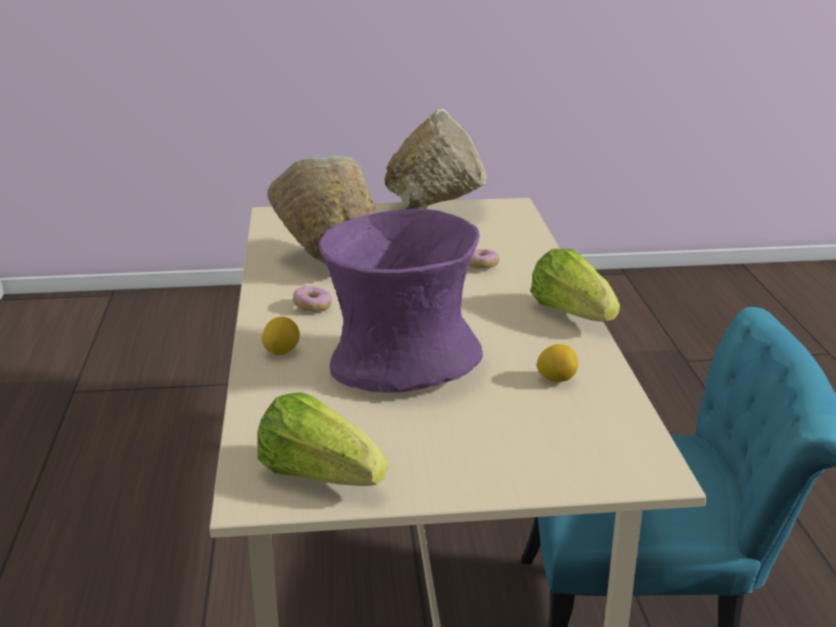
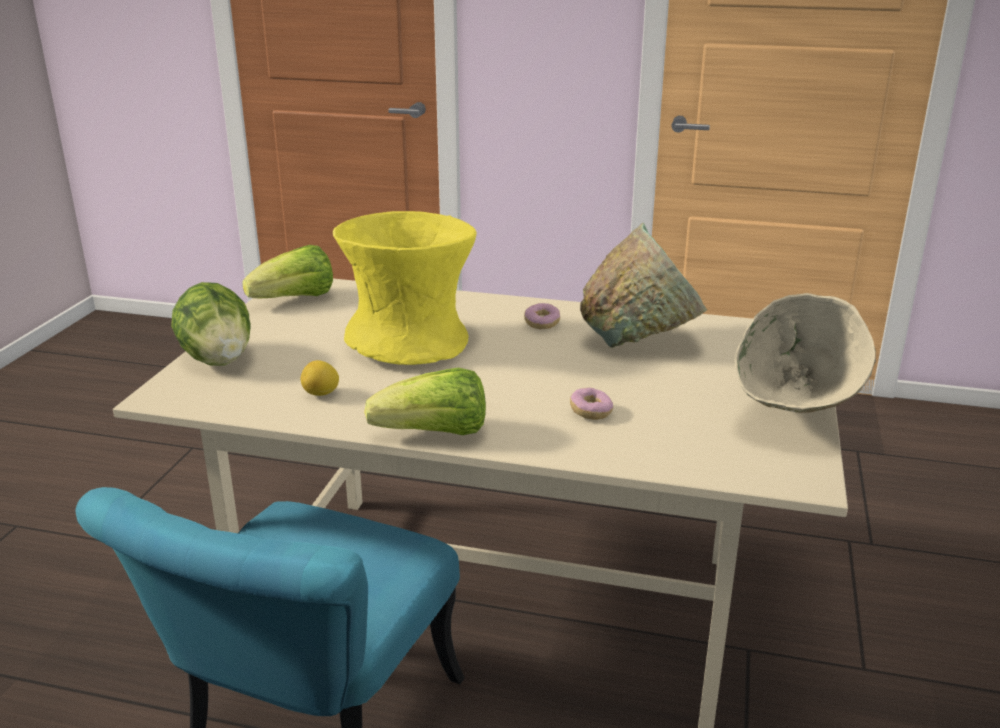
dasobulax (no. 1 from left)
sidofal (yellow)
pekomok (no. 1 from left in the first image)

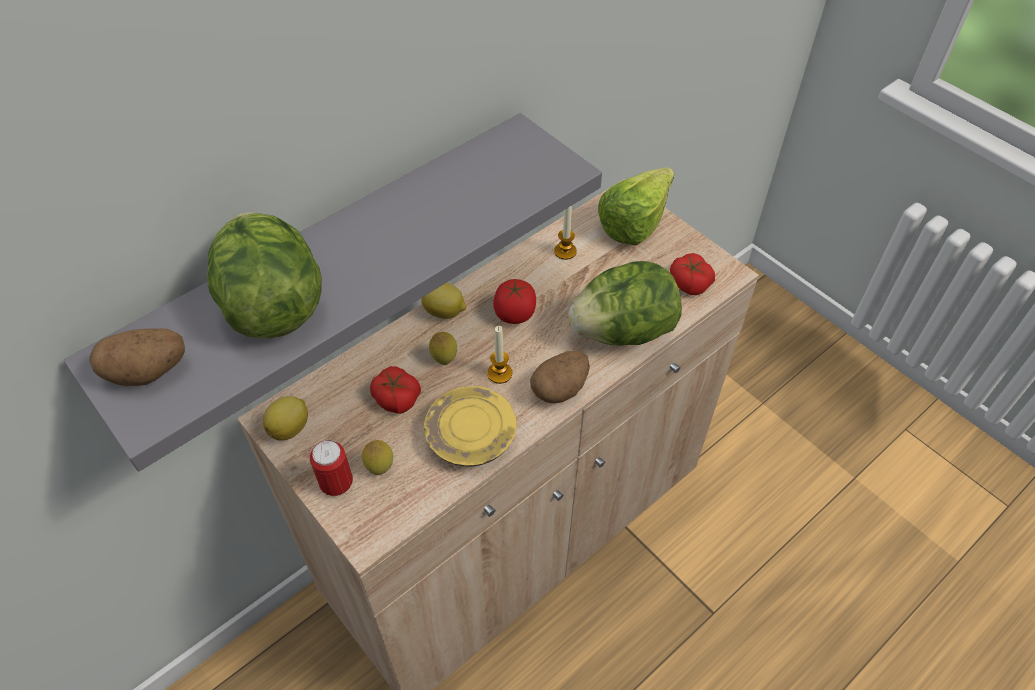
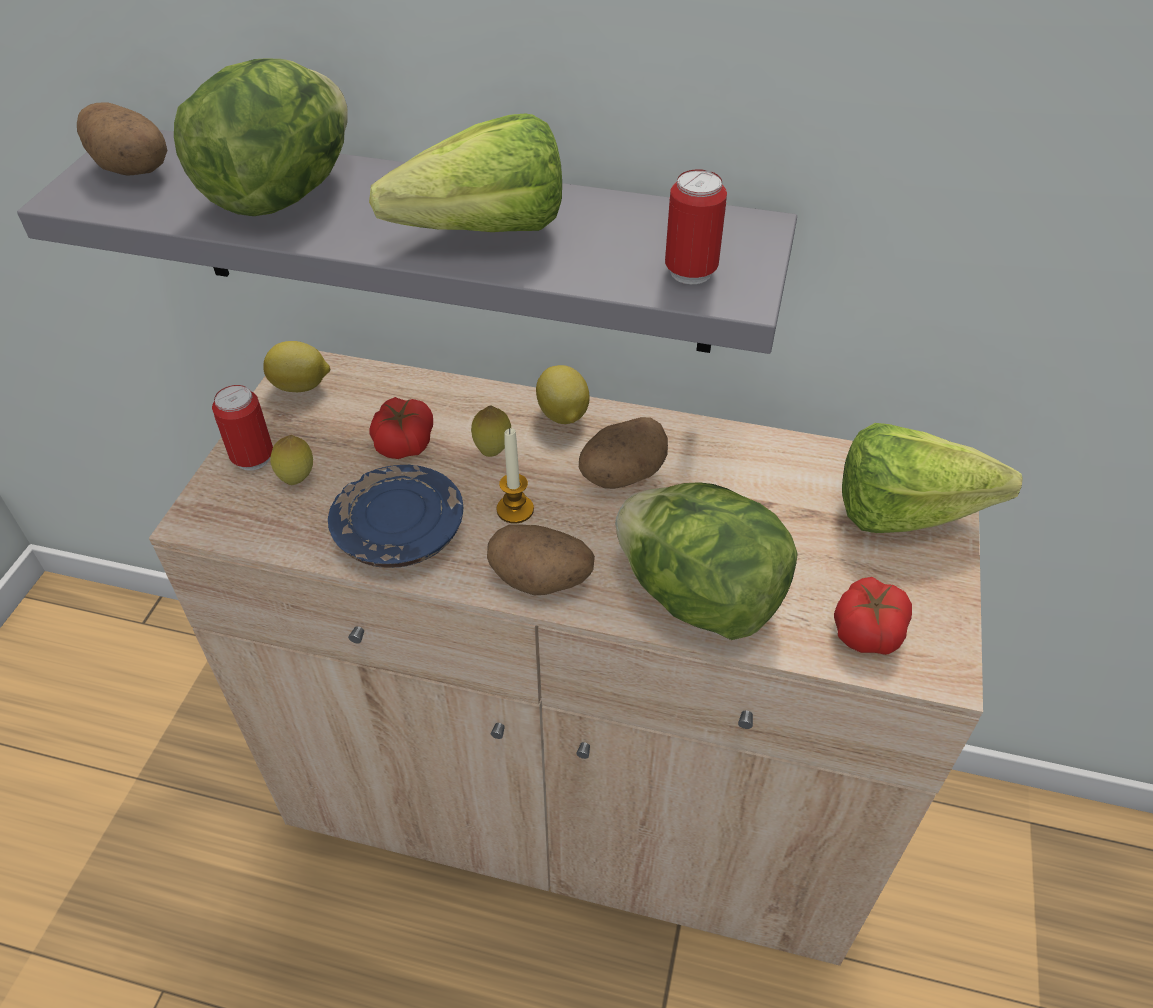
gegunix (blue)
dasobulax (no. 2 from left)
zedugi (no. 3 from left)
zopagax (no. 2 from left)
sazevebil (no. 2 from left in the first image)

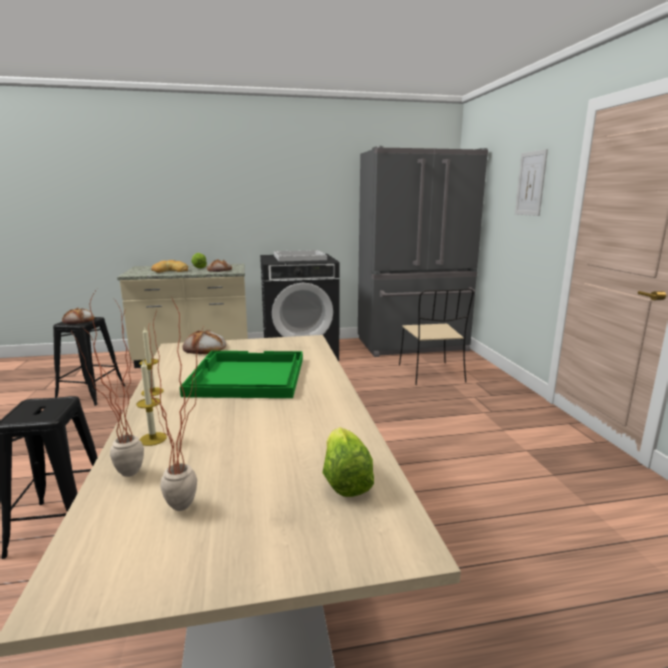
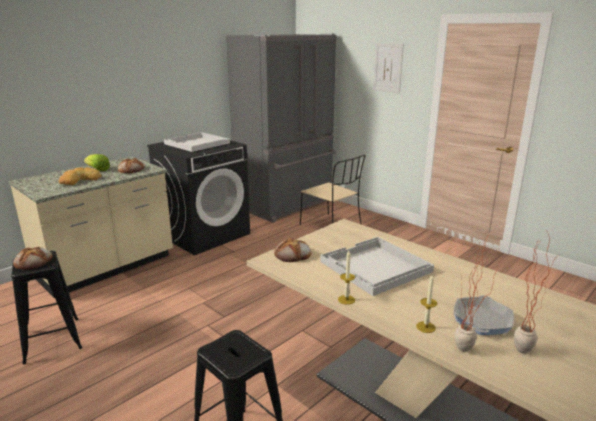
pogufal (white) (no. 2 from left)
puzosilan
dasobulax (no. 2 from left in the first image)

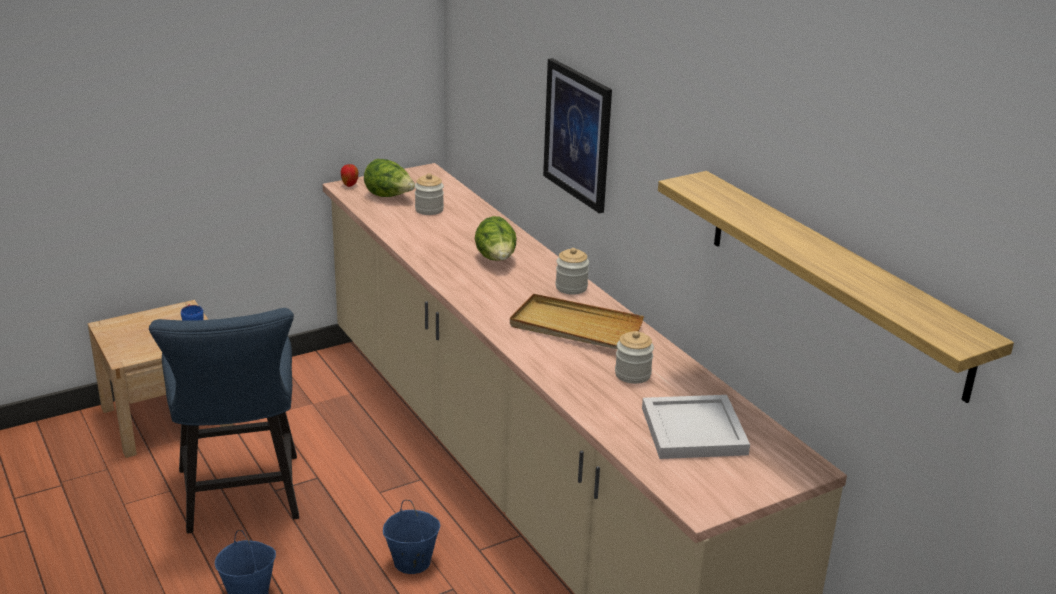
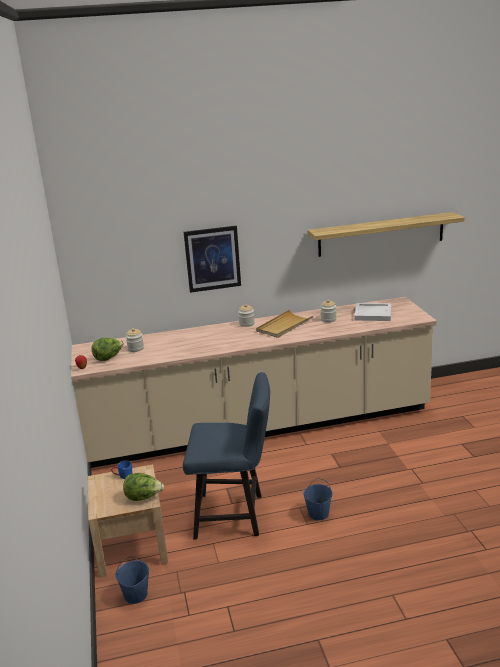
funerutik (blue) (no. 1 from left)
dasobulax (no. 2 from left)

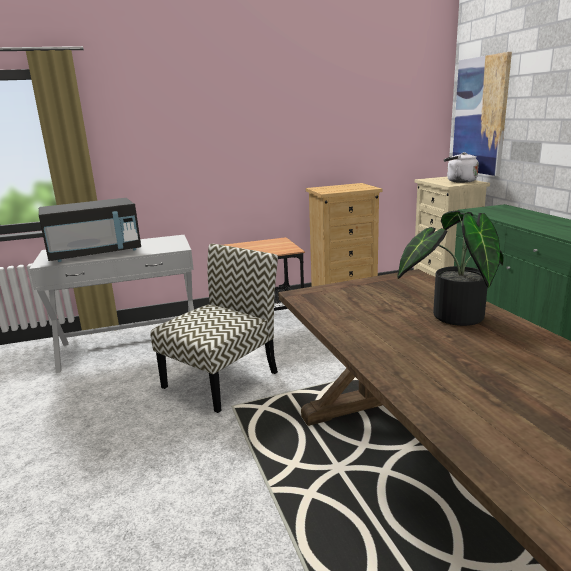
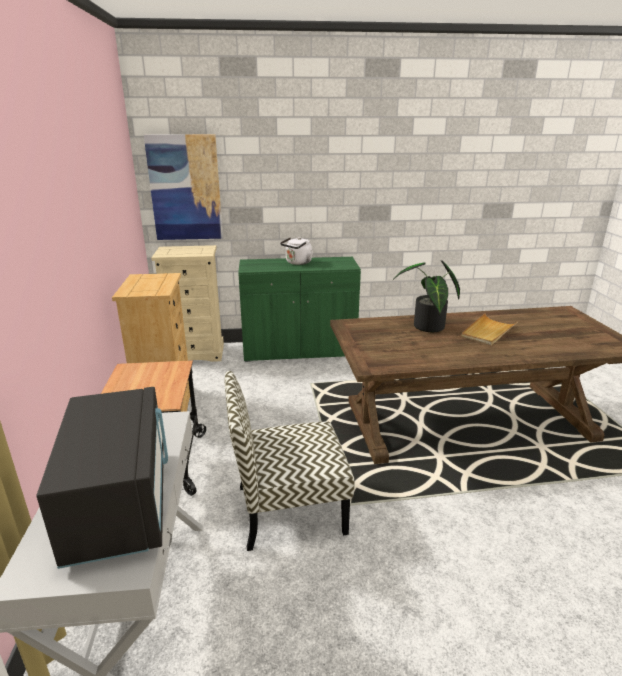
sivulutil
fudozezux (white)
pogufal (beige)

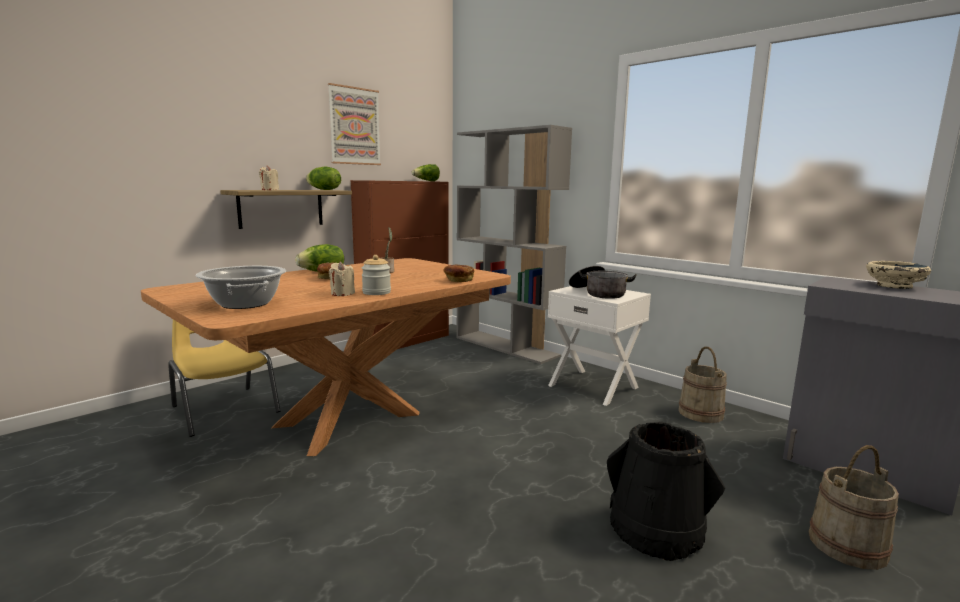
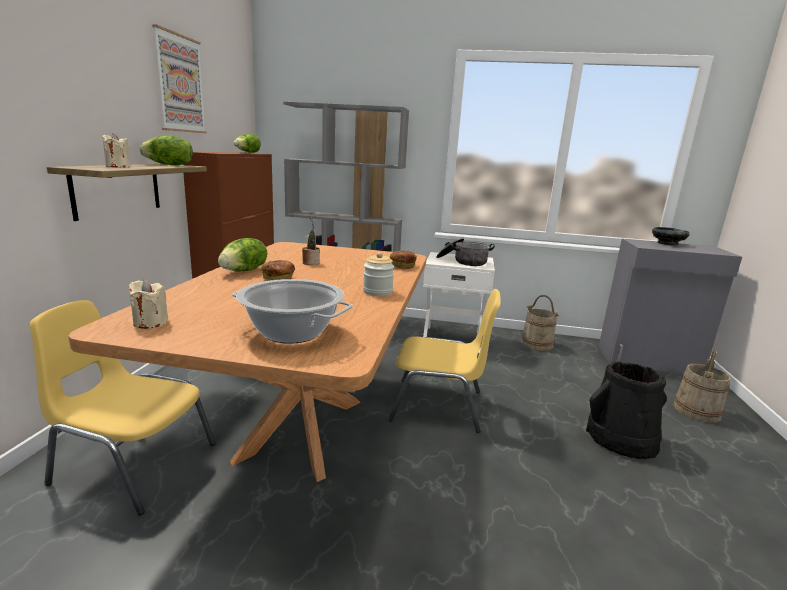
sazevebil (beige) (no. 2 from left)
sivulutil (yellow) (no. 2 from left)
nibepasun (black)

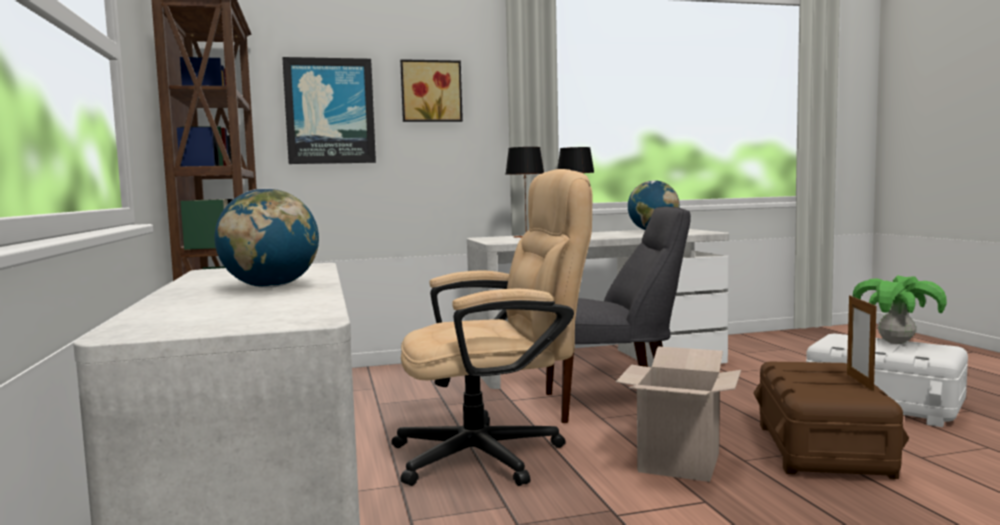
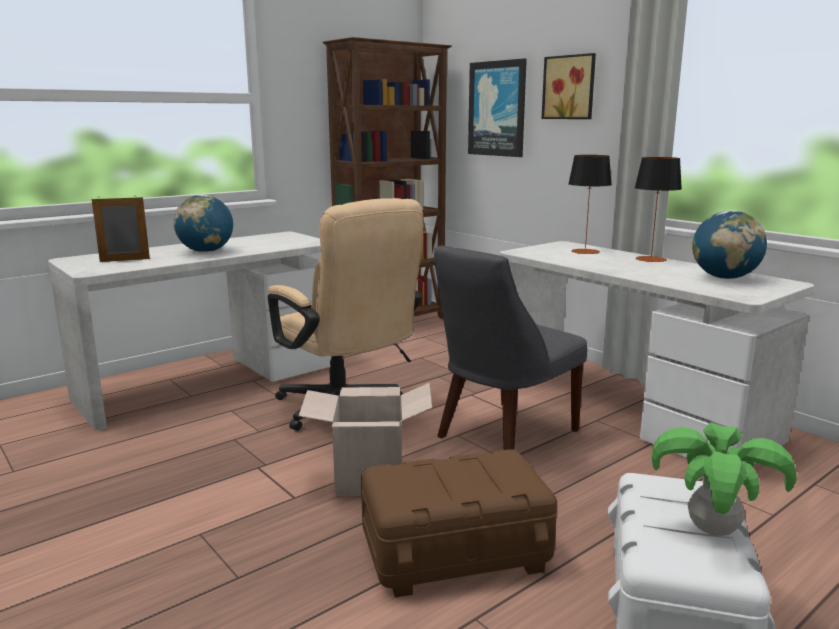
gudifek
sivulutil (grey)

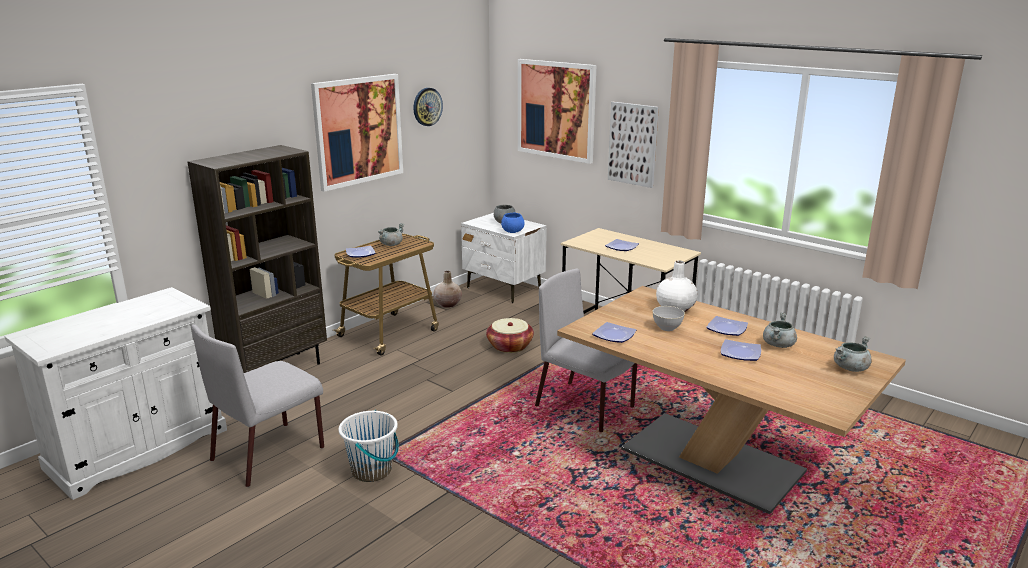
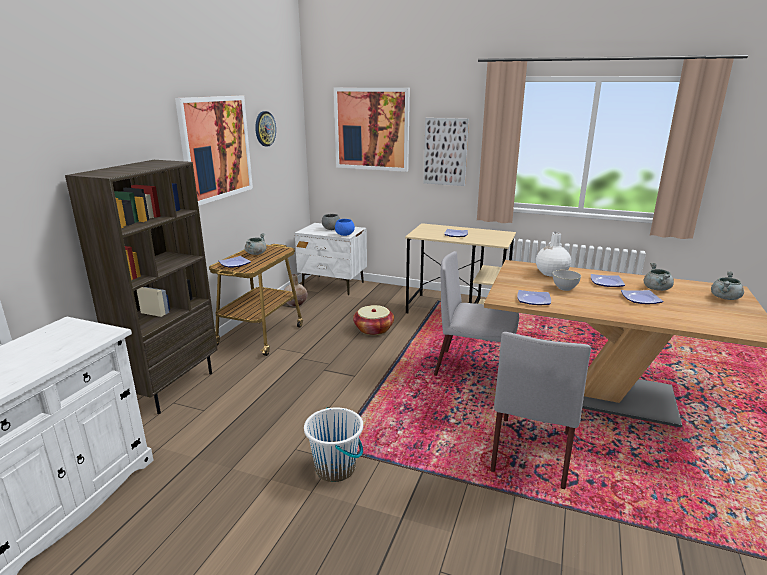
sivulutil (grey) (no. 2 from left)

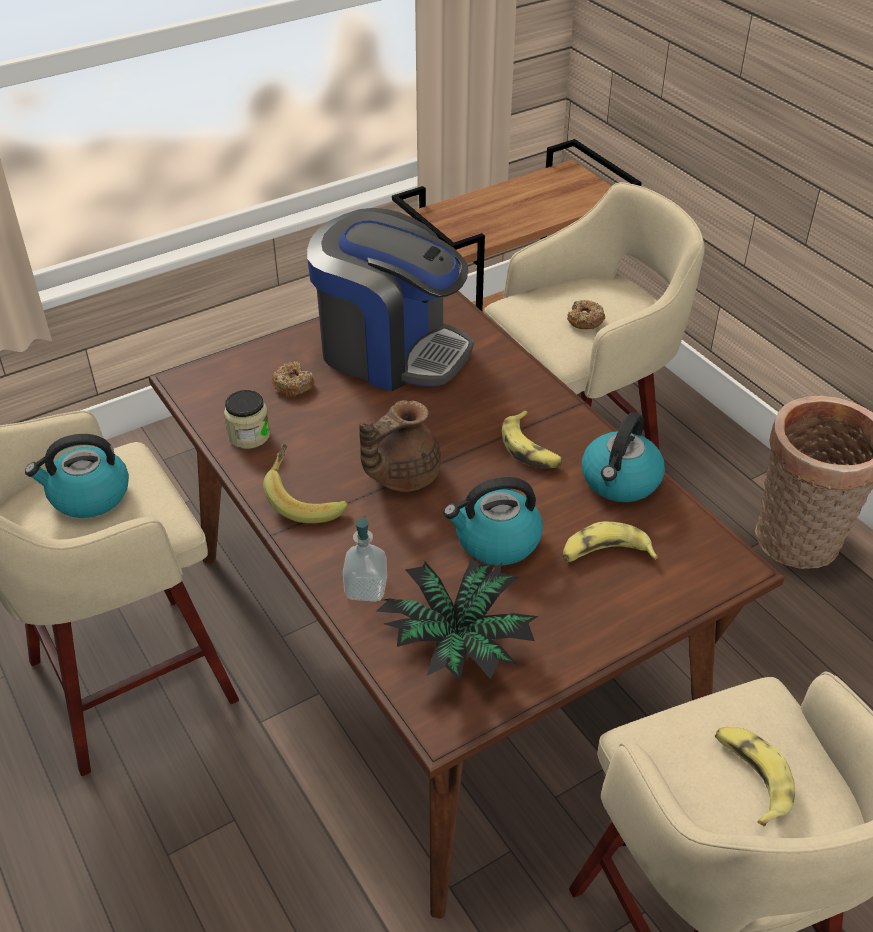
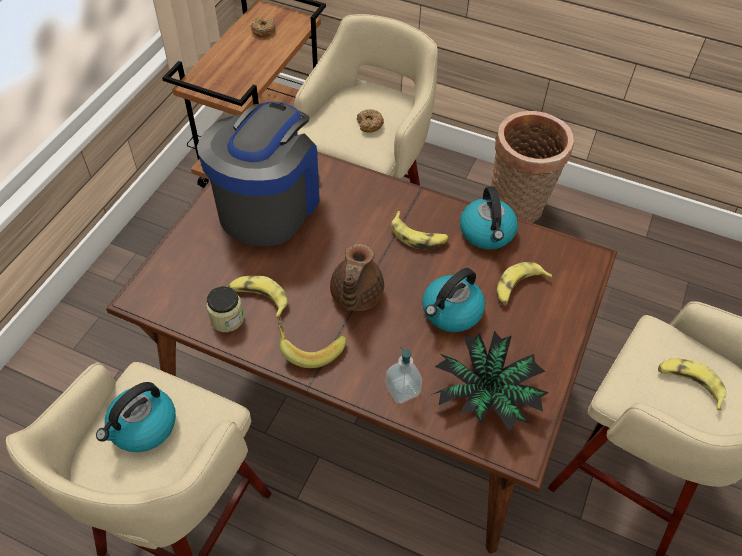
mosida
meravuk (no. 1 from left)
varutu (no. 1 from left)

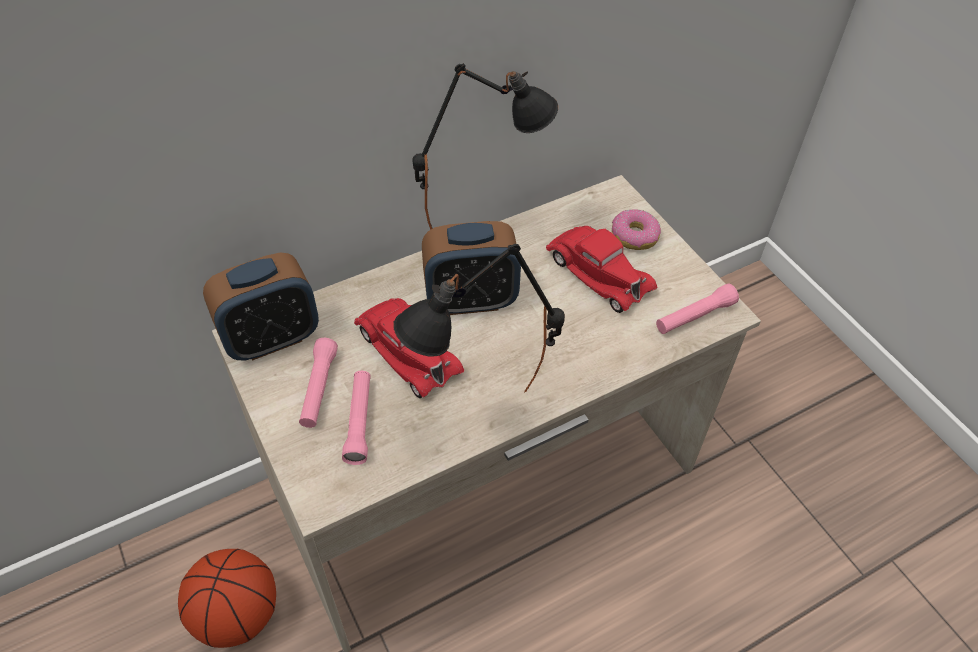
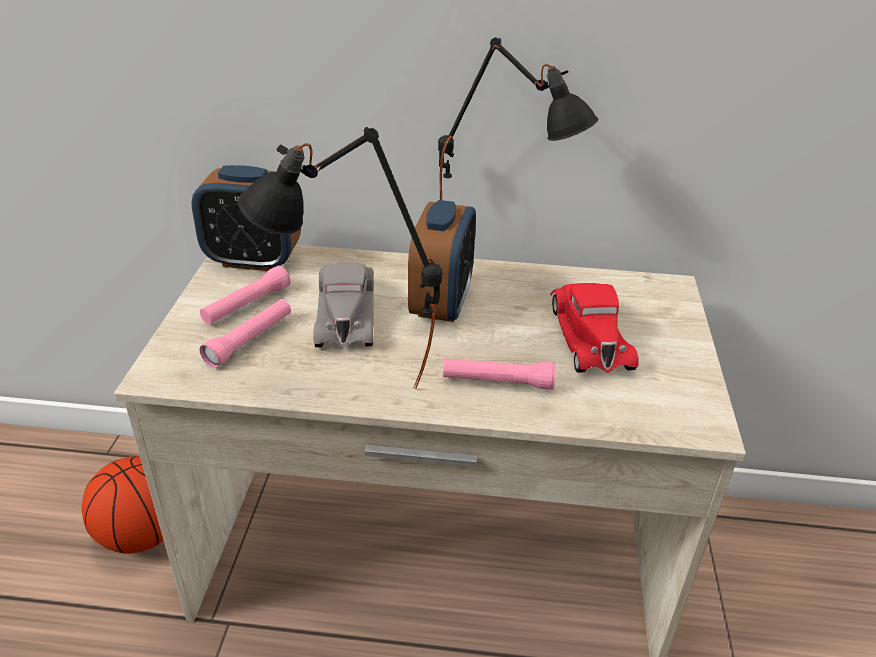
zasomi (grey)
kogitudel (no. 2 from left)
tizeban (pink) (no. 3 from left)
varutu

